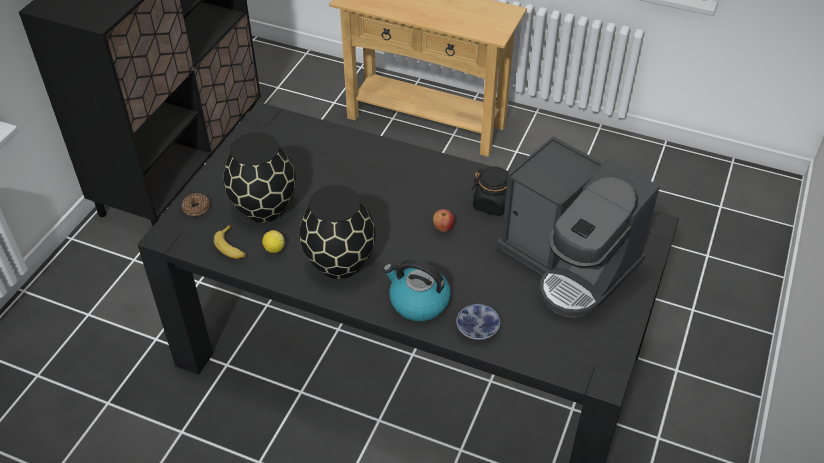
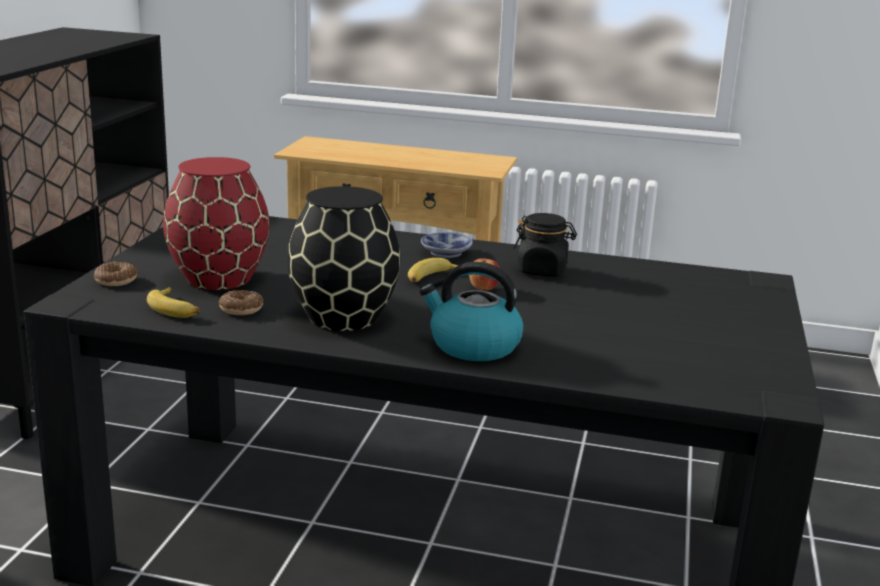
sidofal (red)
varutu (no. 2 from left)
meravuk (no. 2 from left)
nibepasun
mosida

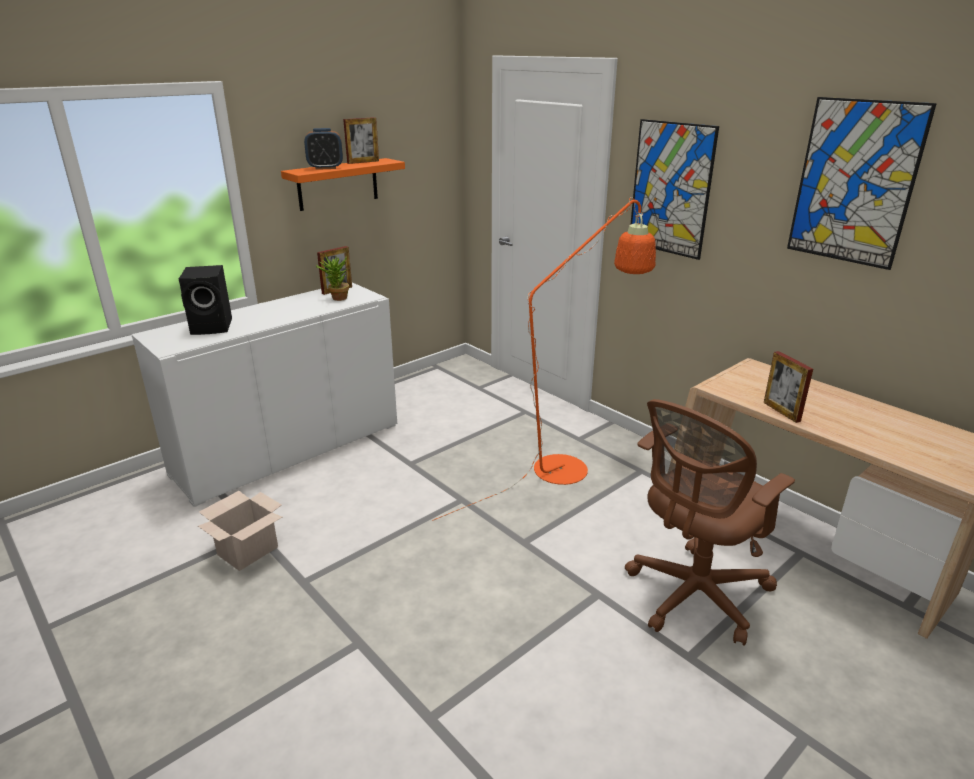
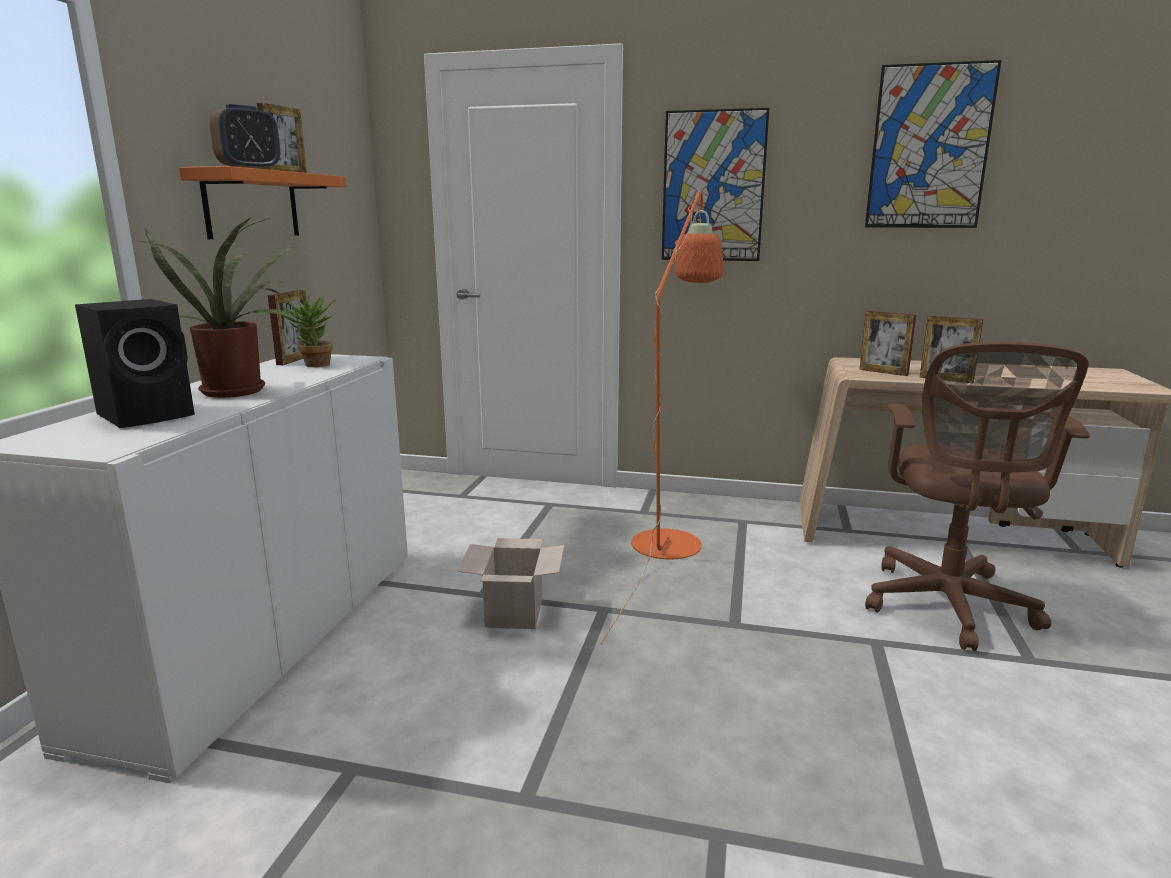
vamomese (no. 1 from left)
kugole
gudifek (no. 3 from left)

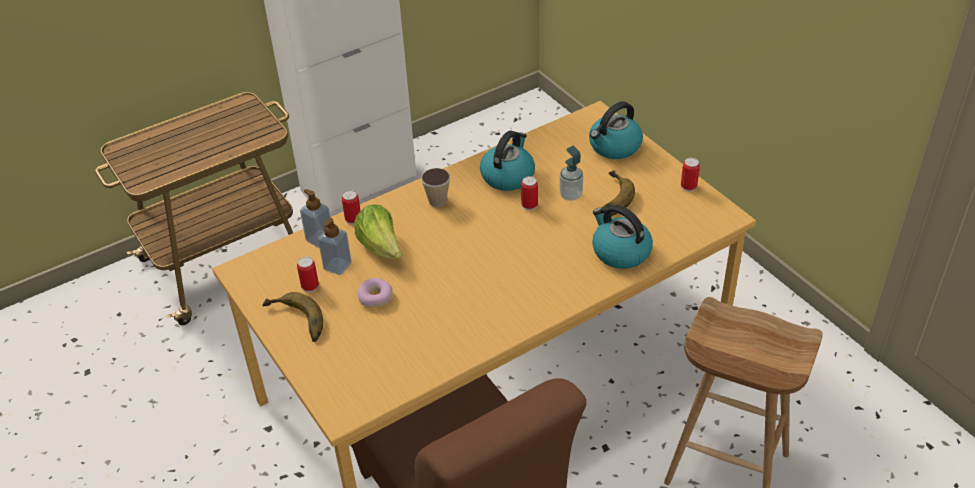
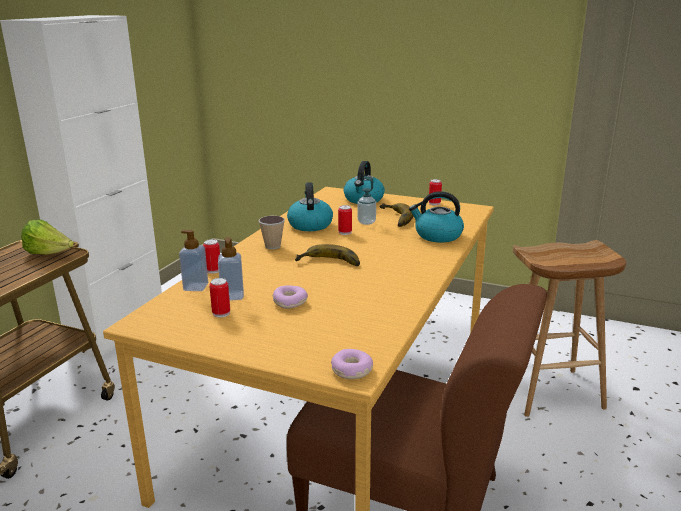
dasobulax
meravuk (no. 1 from left)
varutu (no. 2 from left)

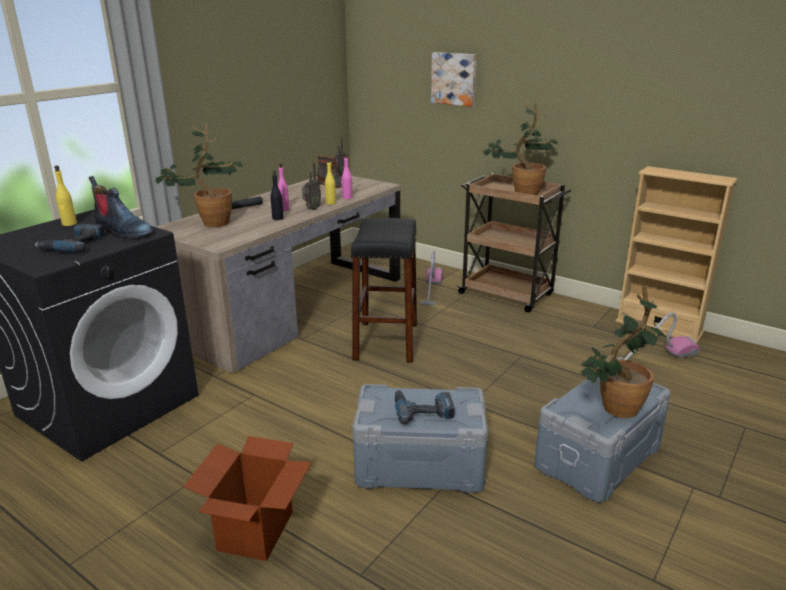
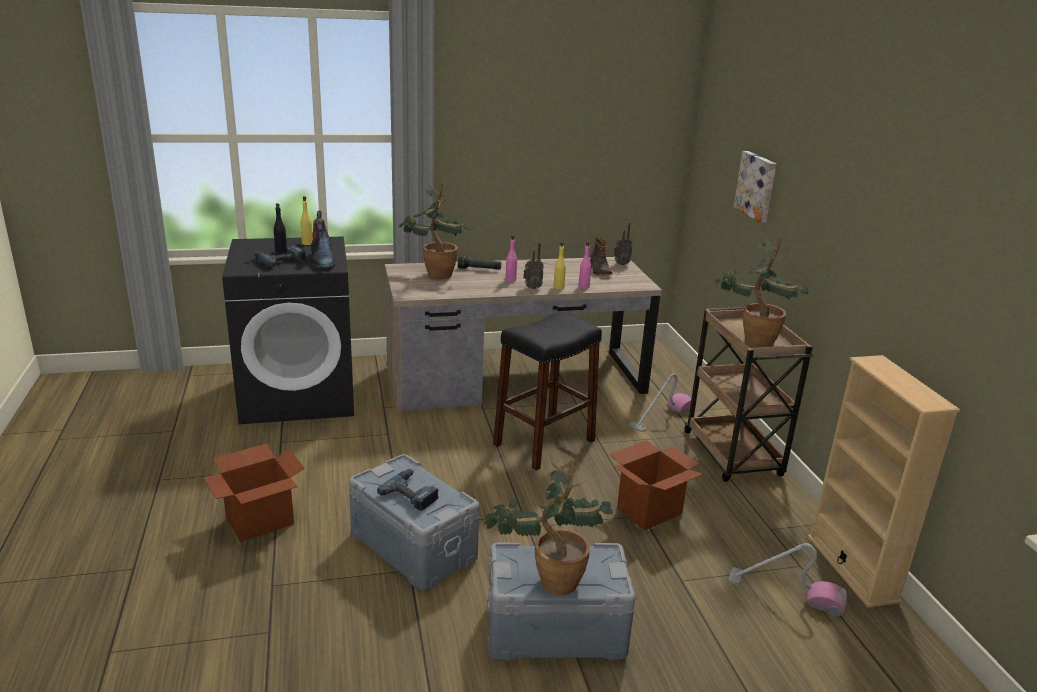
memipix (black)
kugole (no. 2 from left)

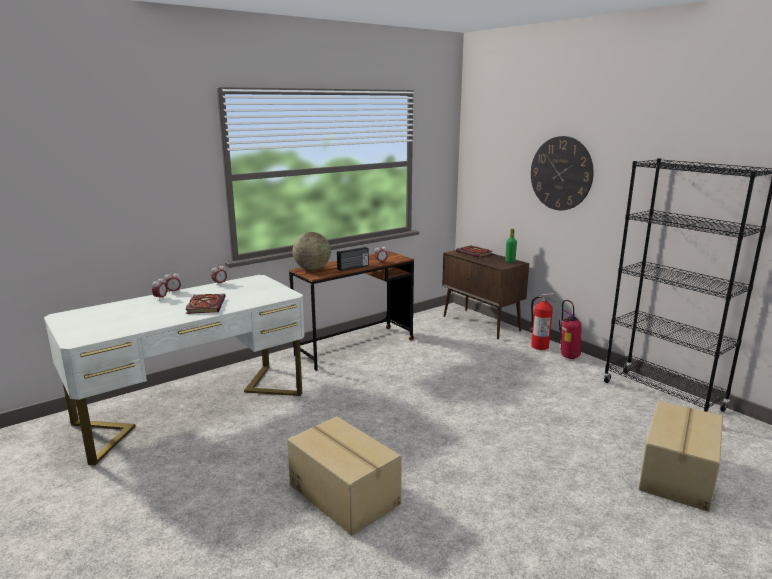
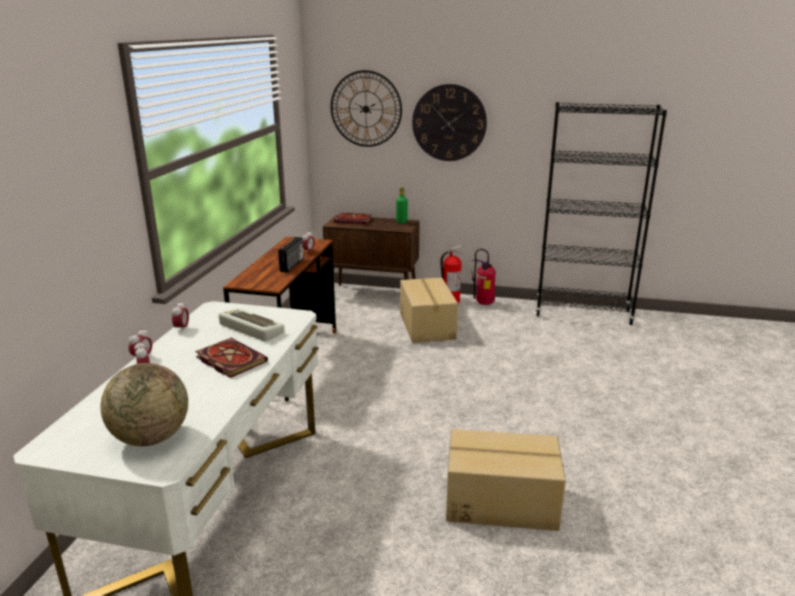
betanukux
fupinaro
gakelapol (no. 1 from left)
kugole (no. 1 from left)

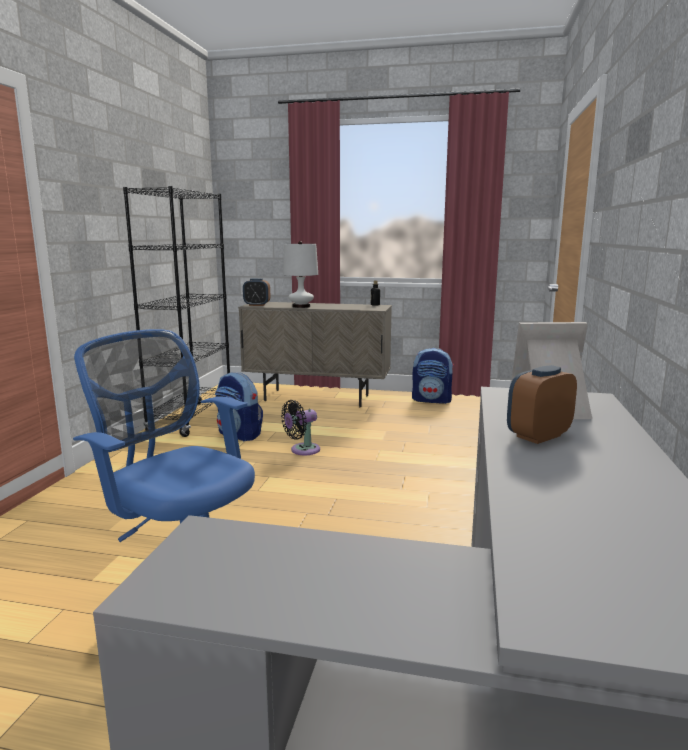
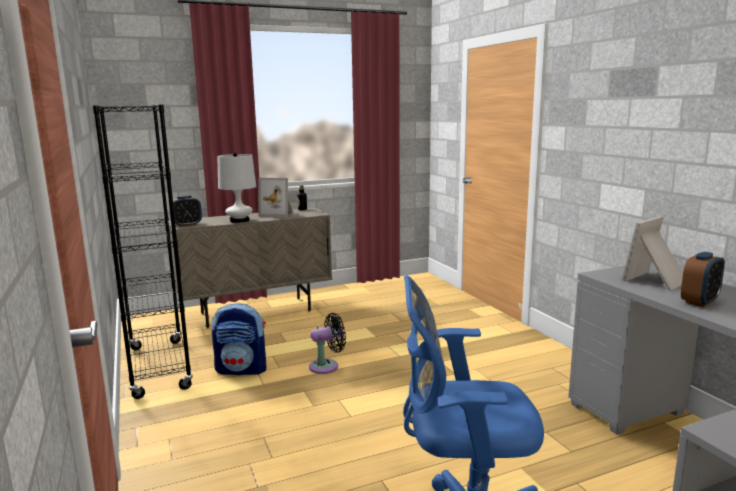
gudifek (no. 1 from left)
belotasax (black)
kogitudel (no. 2 from left)
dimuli (no. 2 from left in the first image)

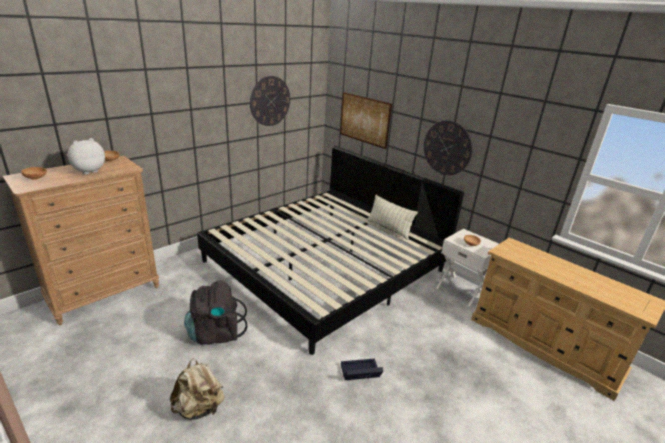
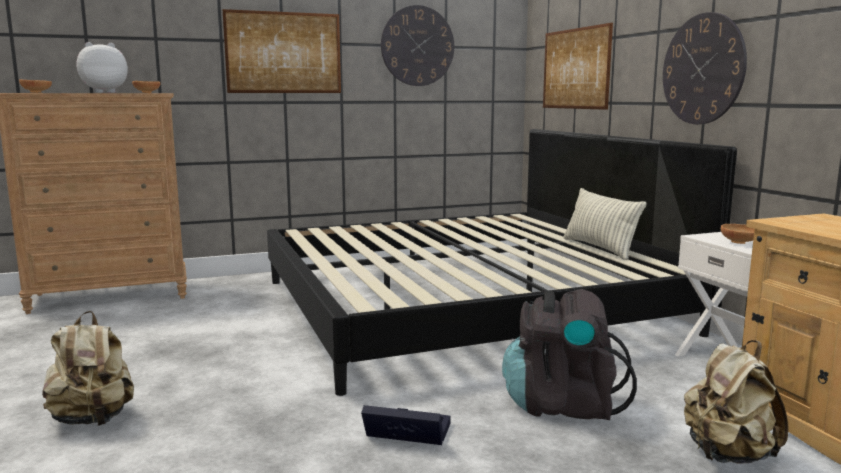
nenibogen (no. 1 from left)
dimuli (black)
dimuli (beige) (no. 2 from left)

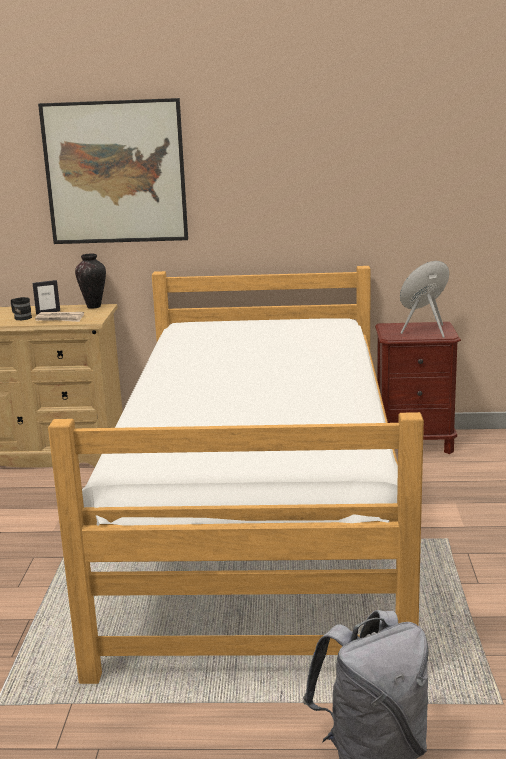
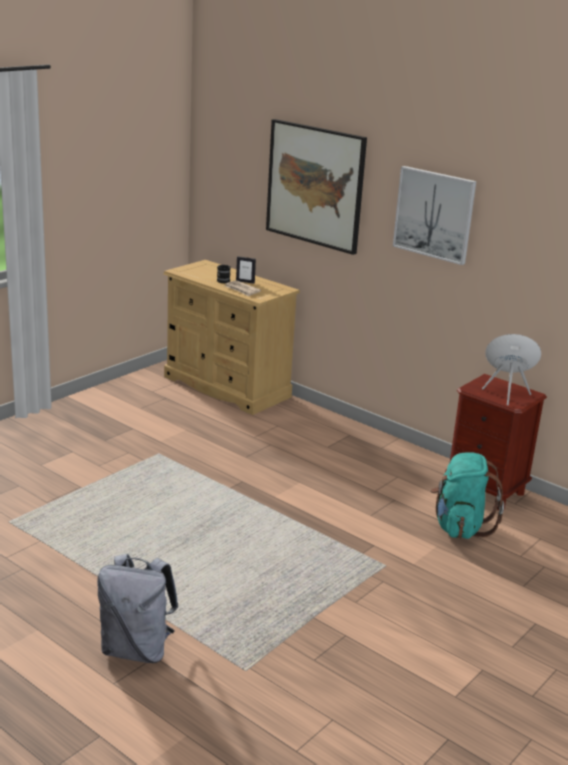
nenibogen (no. 2 from left)
dimuli (turquoise)
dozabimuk
sidofal

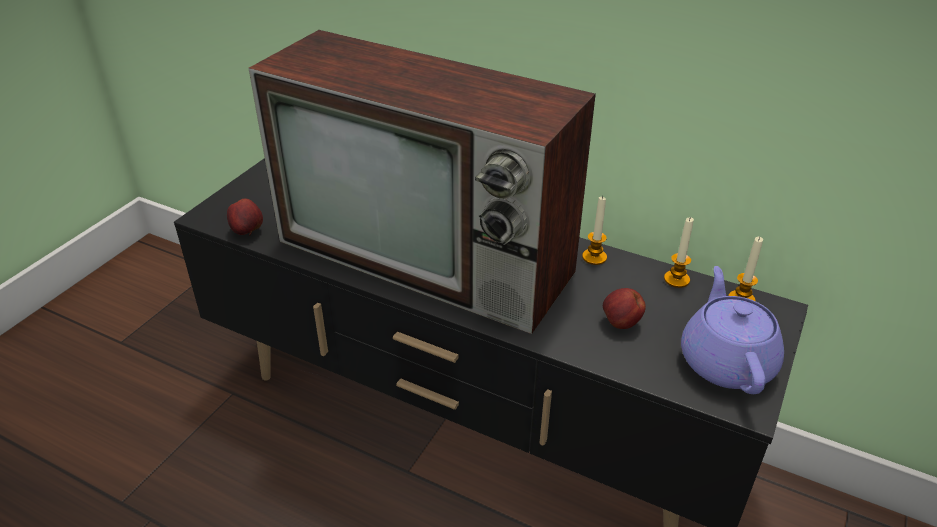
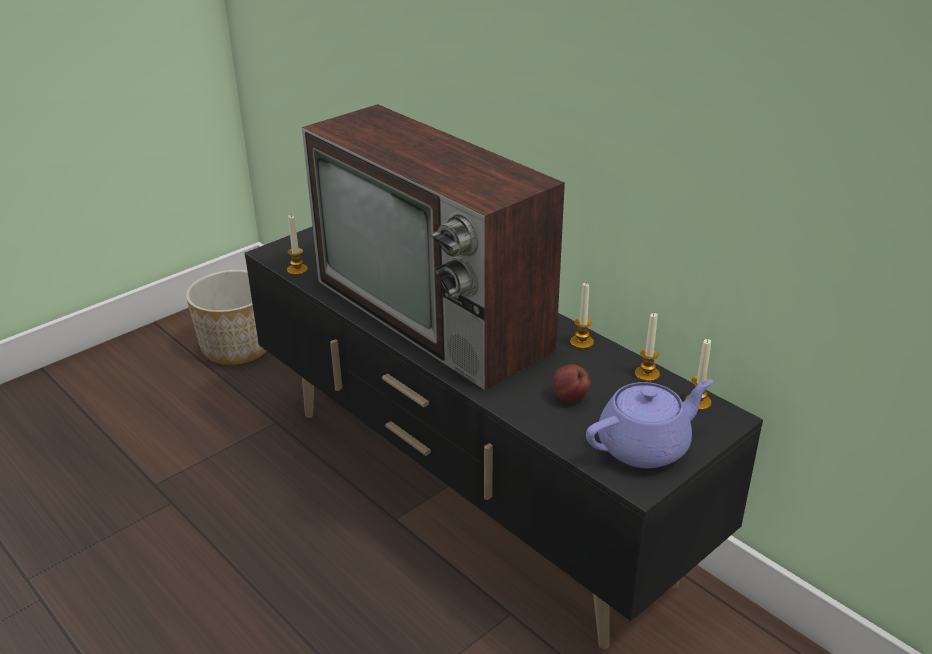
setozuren
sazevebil (no. 1 from left)
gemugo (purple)

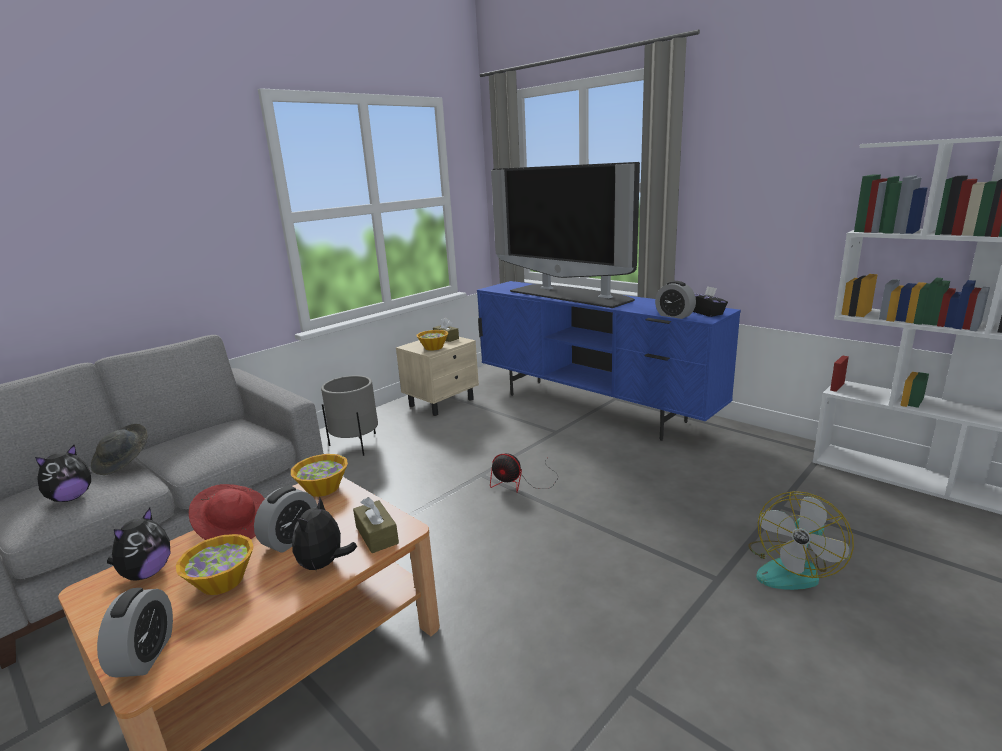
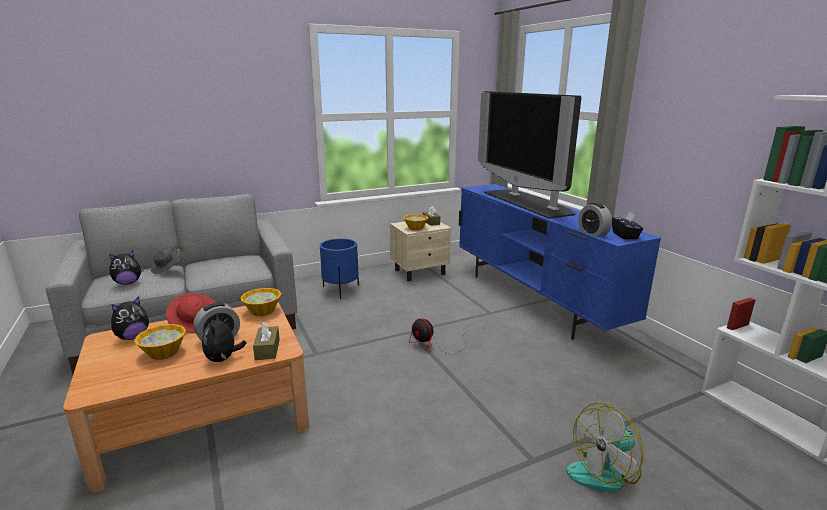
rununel (no. 3 from left)
setozuren (blue)
kogitudel (no. 1 from left in the first image)

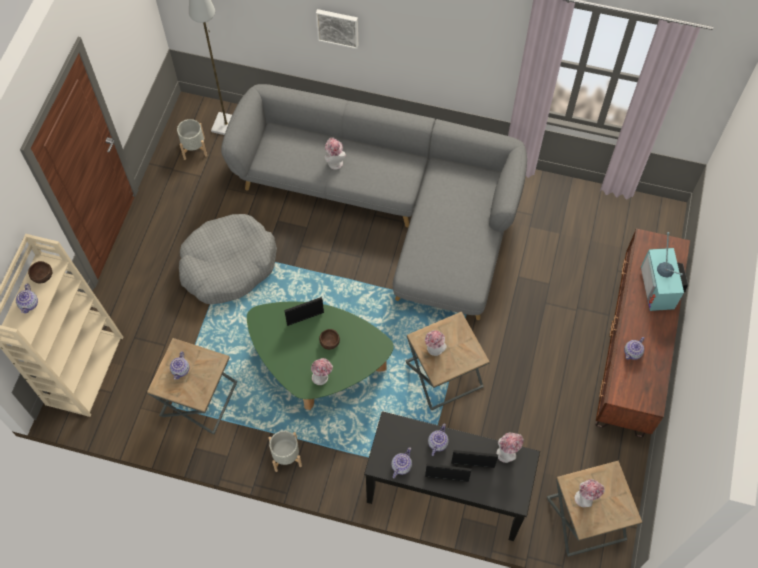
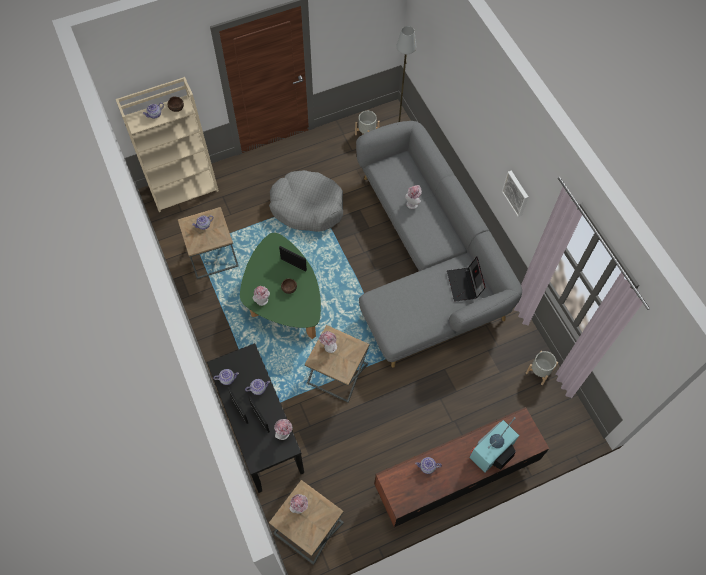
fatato
nenibogen
setozuren (grey) (no. 2 from left)

